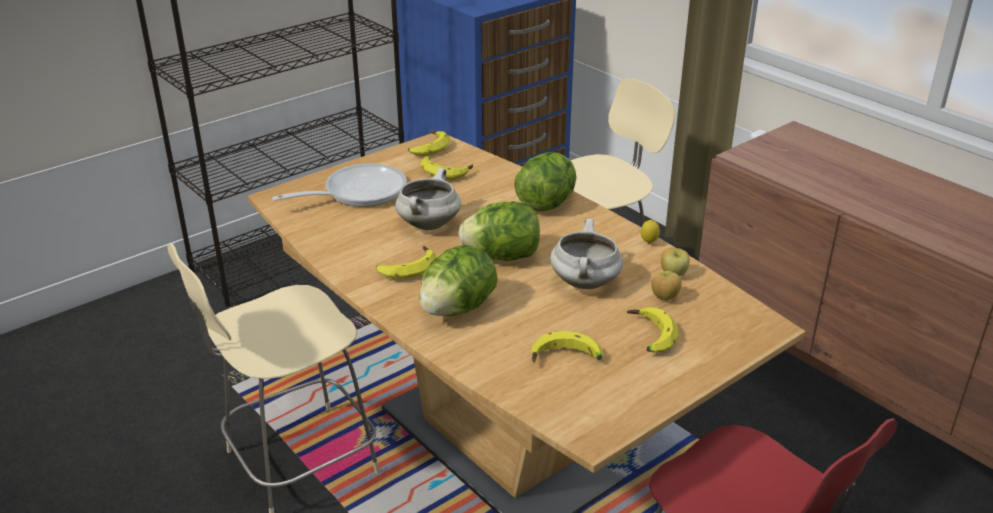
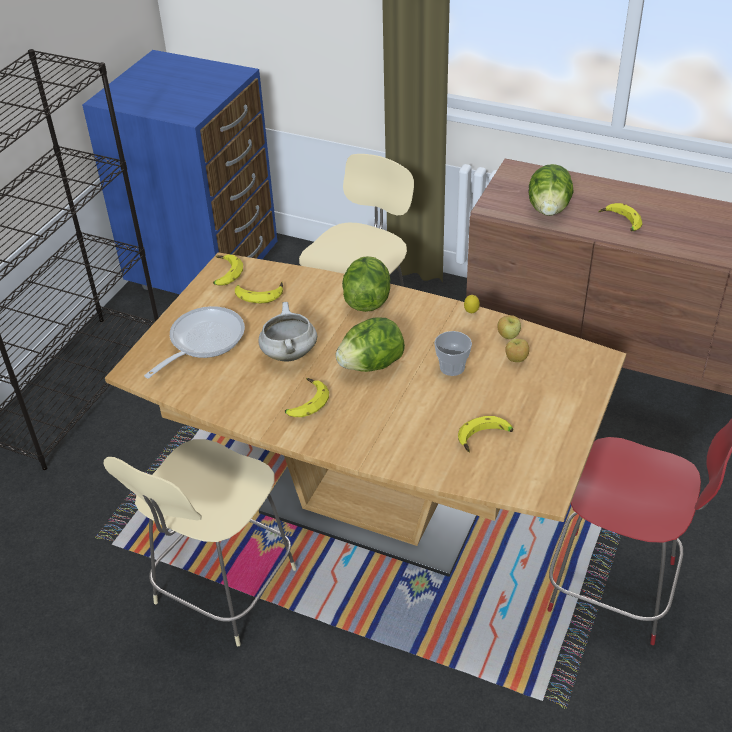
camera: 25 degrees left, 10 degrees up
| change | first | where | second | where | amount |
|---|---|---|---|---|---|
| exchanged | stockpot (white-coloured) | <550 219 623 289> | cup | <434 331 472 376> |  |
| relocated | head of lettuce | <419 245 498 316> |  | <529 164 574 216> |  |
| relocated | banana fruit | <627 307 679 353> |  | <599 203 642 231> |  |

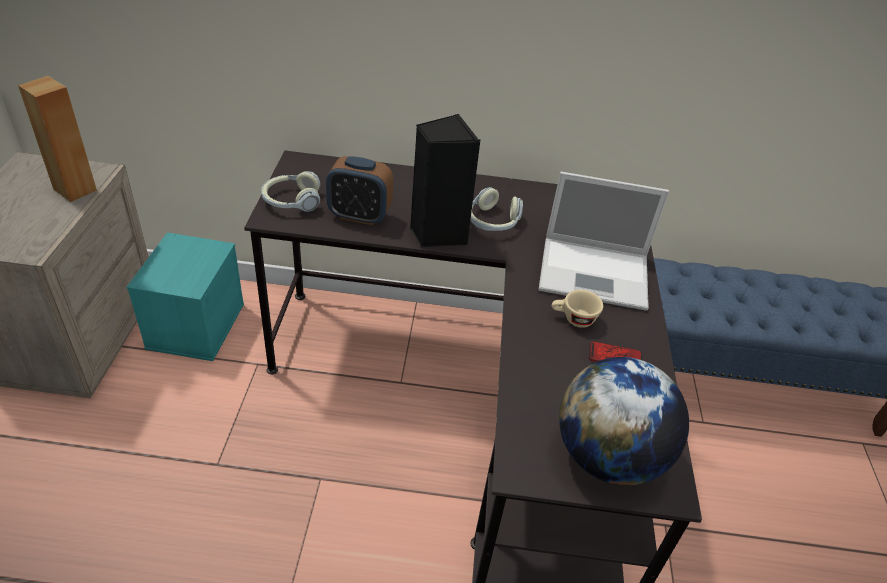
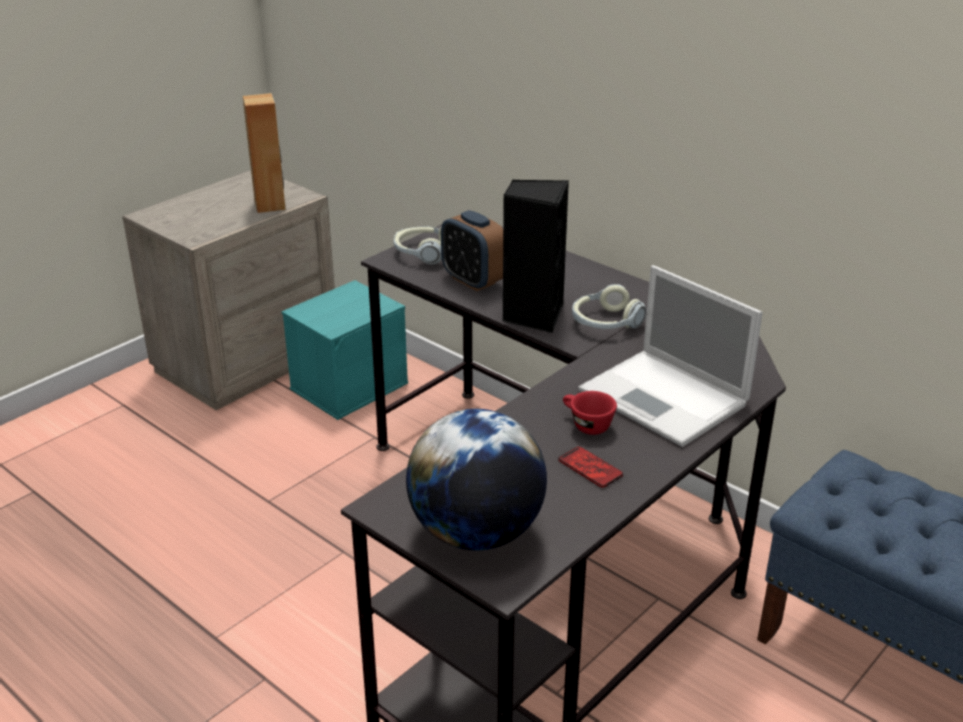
camera: 40 degrees right, 10 degrees down
| change | first | where | second | where | amount |
|---|---|---|---|---|---|
| colour | cup (beige) | <552 290 603 328> | cup (reddish) | <563 391 617 435> |  |

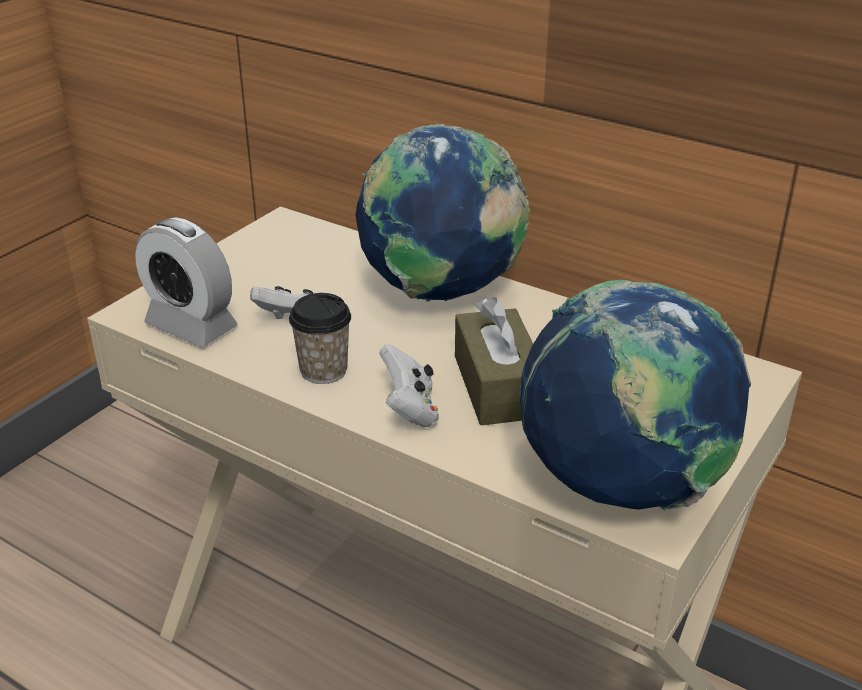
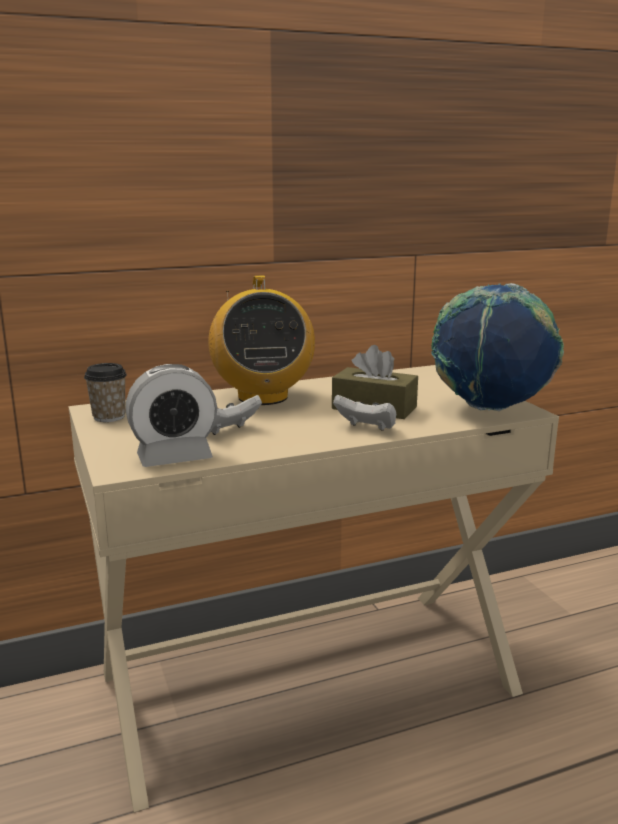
camera: 55 degrees left, 15 degrees down
| change | first | where | second | where | amount |
|---|---|---|---|---|---|
| exchanged | desk globe | <355 124 530 302> | radio | <208 276 315 405> |  |
| relocated | cup | <289 293 351 384> |  | <84 363 127 422> |  |

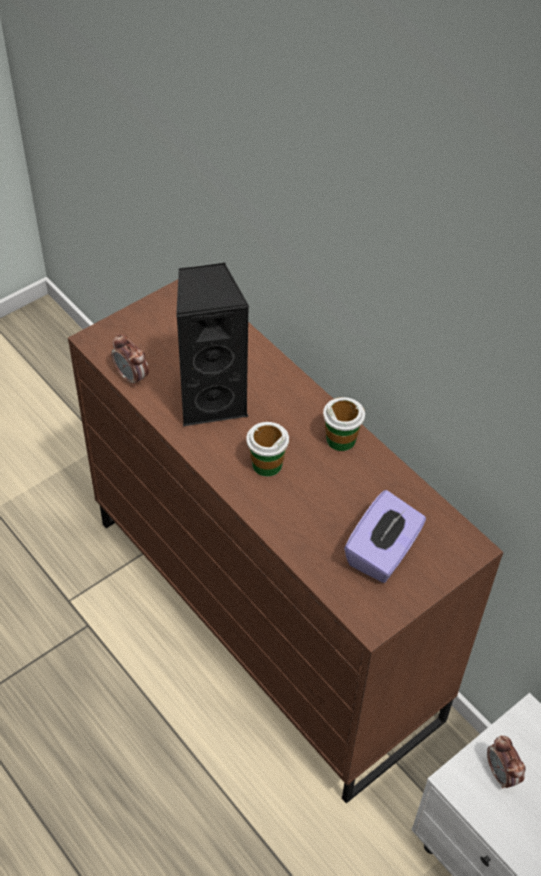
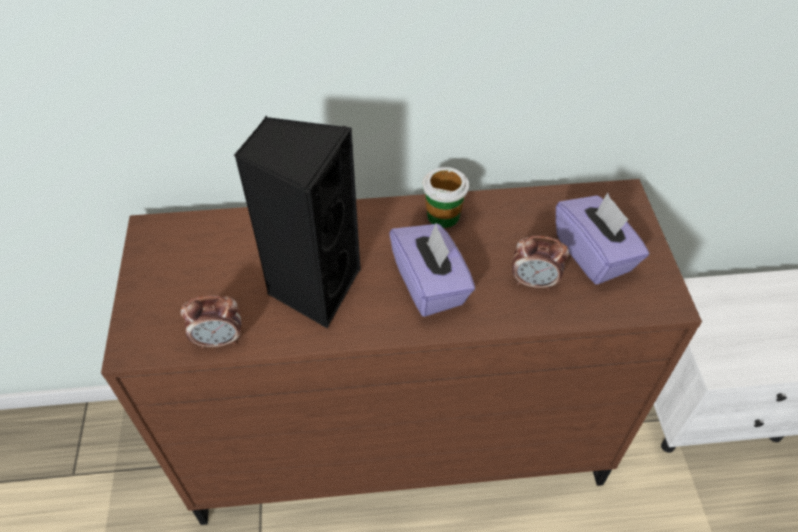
camera: 55 degrees left, 0 degrees up
| change | first | where | second | where | amount |
|---|---|---|---|---|---|
| exchanged | cup | <246 422 289 477> | box of tissues (purplish) | <389 223 475 317> |  |
| relocated | bedside clock | <487 736 525 788> |  | <512 236 569 290> |  |

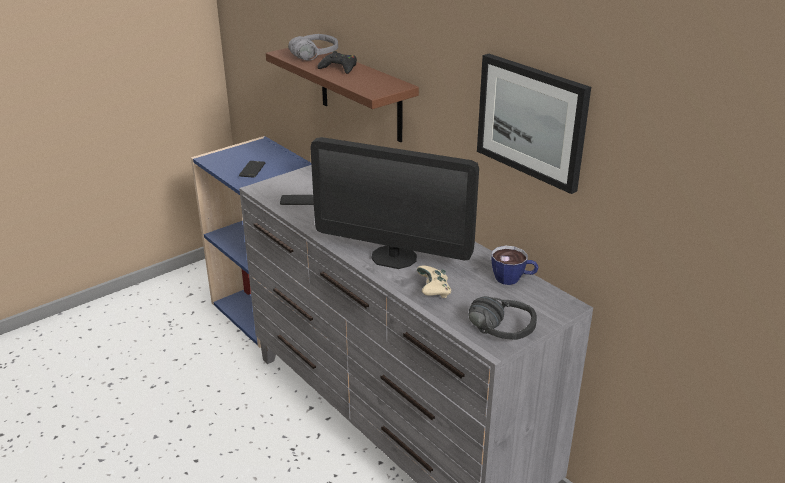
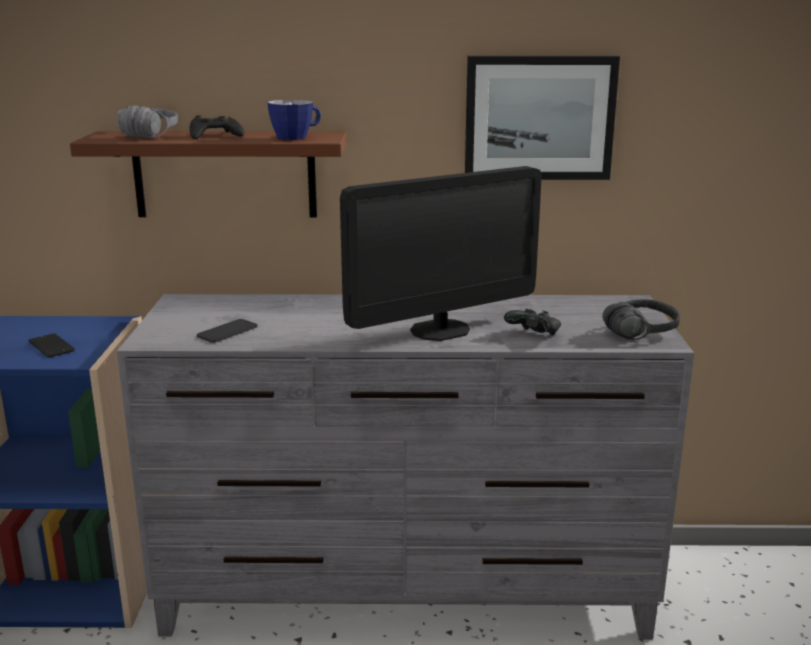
camera: 50 degrees left, 10 degrees down
| change | first | where | second | where | amount |
|---|---|---|---|---|---|
| relocated | cup | <492 246 539 285> |  | <267 100 321 140> |  |
| colour | gamepad (beige) | <417 266 451 298> | gamepad (black) | <504 308 561 335> |  |

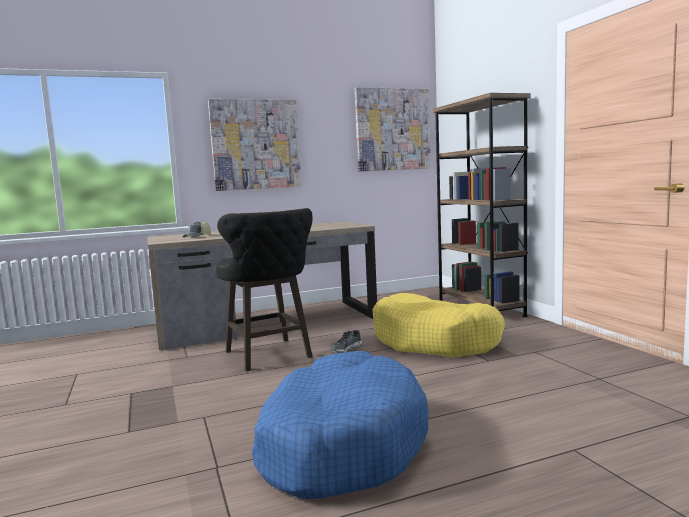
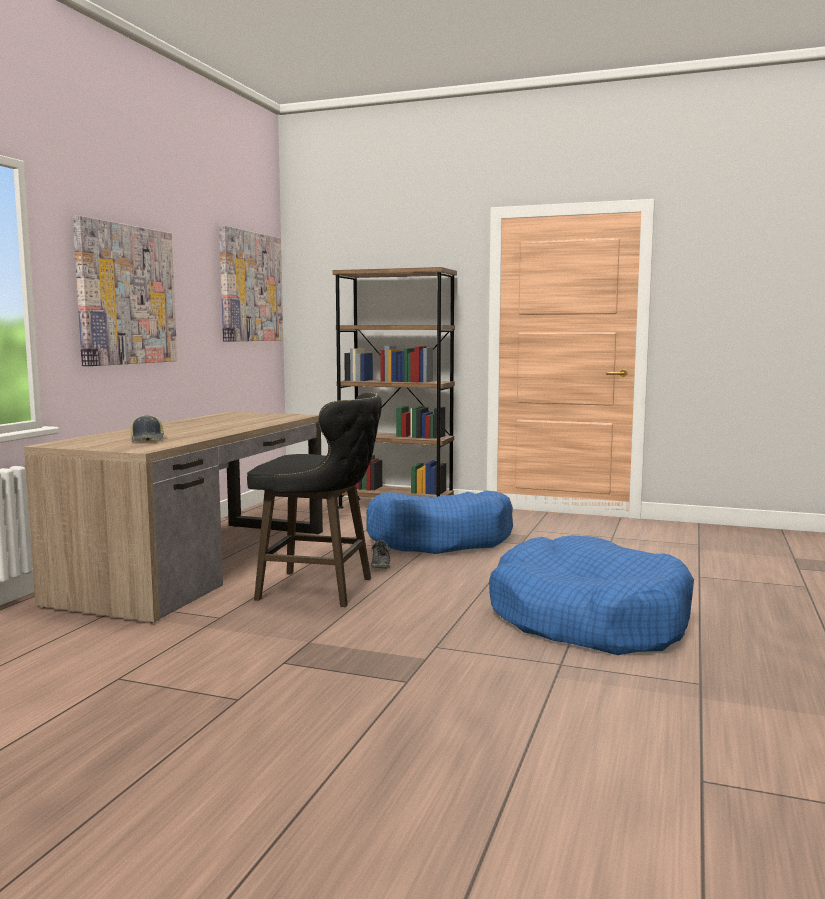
camera: 50 degrees left, 0 degrees up
| change | first | where | second | where | amount |
|---|---|---|---|---|---|
| colour | pet bed (yellow-coloured) | <372 293 505 358> | pet bed (blue-coloured) | <366 491 513 554> |  |

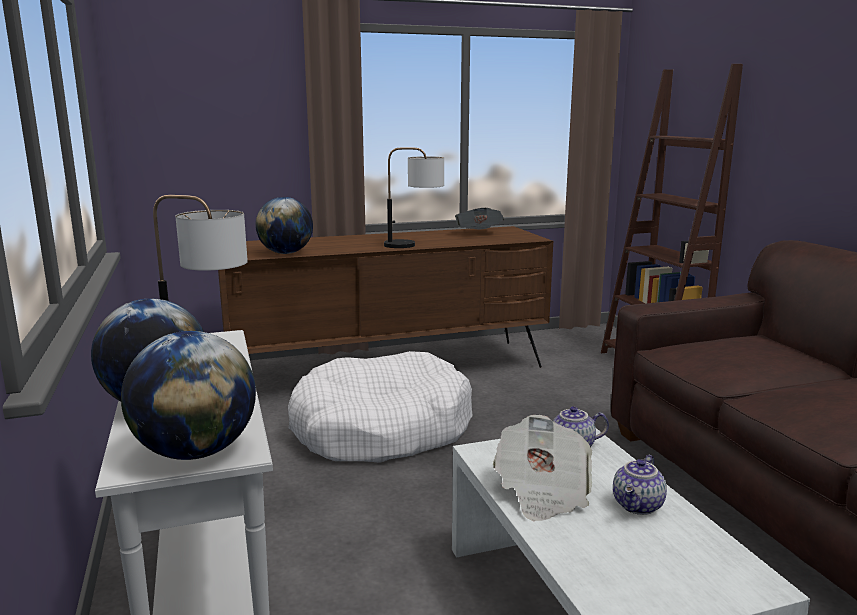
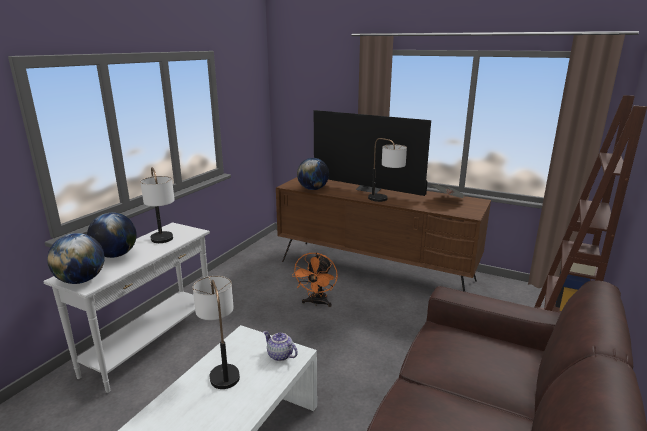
camera: 45 degrees right, 5 degrees up
| change | first | where | second | where | amount |
|---|---|---|---|---|---|
| exchanged | pet bed (white-coloured) | <288 351 473 463> | fan (orange) | <292 252 338 307> |  |
| exchanged | daily paper | <493 415 592 521> | tabletop lamp | <193 276 240 389> |  |
| missing | teapot | <613 454 667 515> |  |  |  |
| appeared |  |  | television | <314 110 431 196> |  |

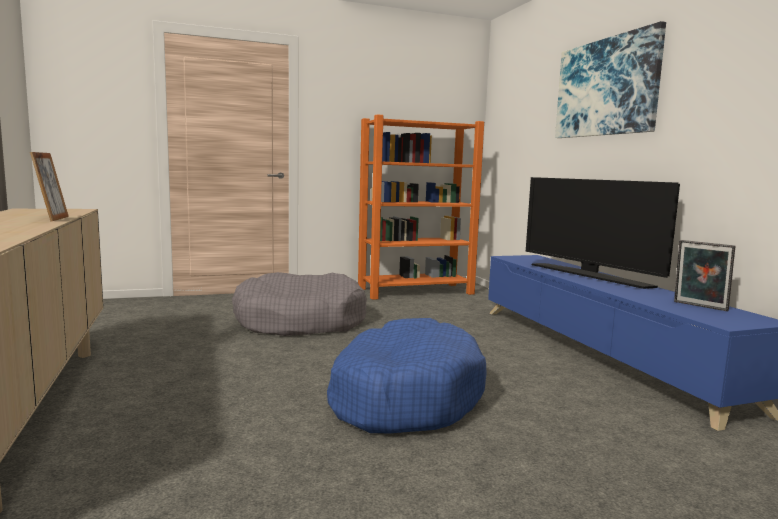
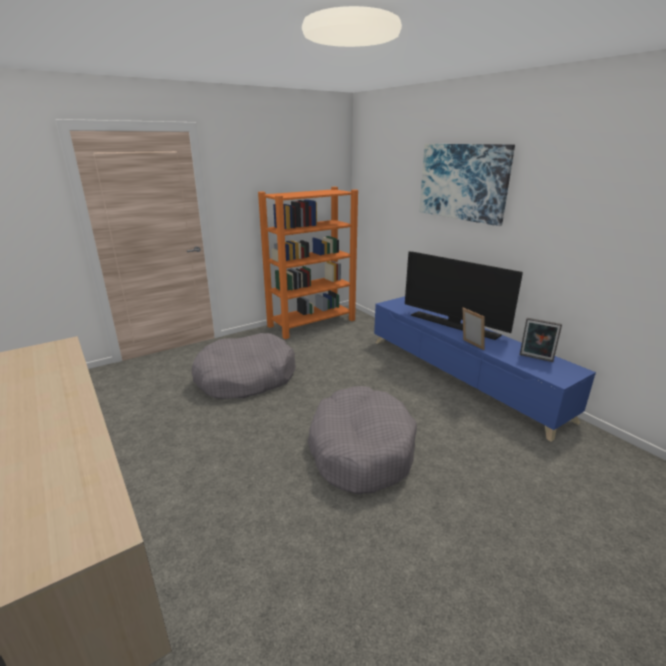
camera: 15 degrees left, 15 degrees up
| change | first | where | second | where | amount |
|---|---|---|---|---|---|
| relocated | photo frame | <30 152 69 222> |  | <462 308 485 350> |  |
| colour | pet bed (blue-coloured) | <327 318 486 433> | pet bed (grey) | <308 386 417 494> |  |

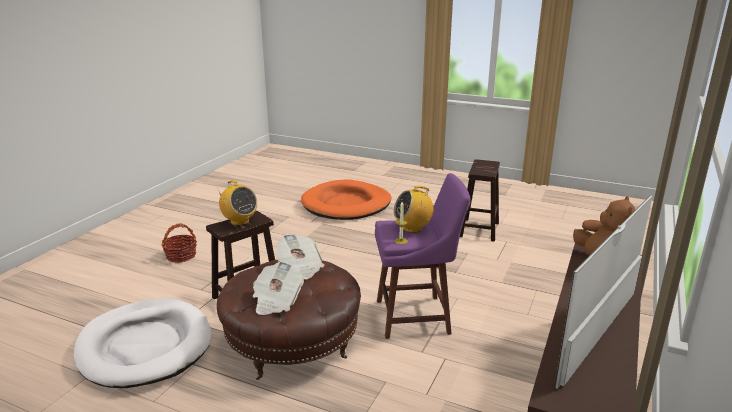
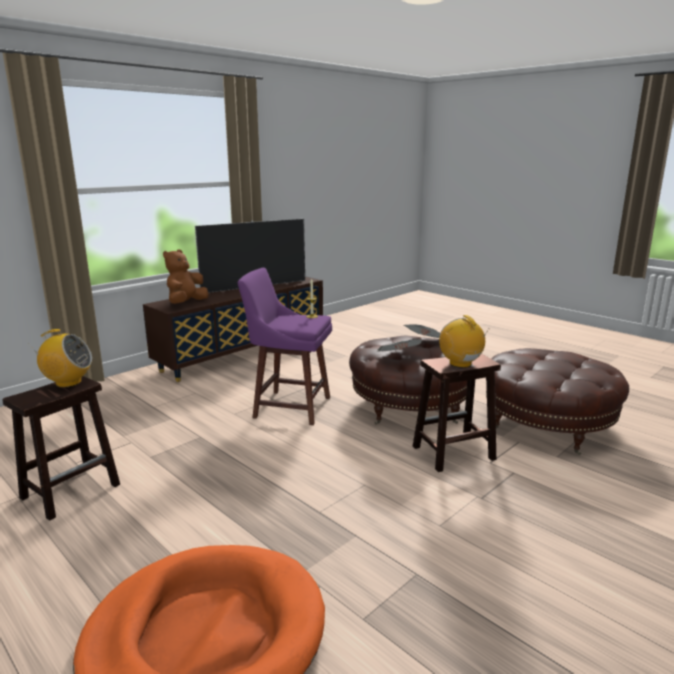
camera: 160 degrees left, 5 degrees down
| change | first | where | second | where | amount |
|---|---|---|---|---|---|
| relocated | radio | <394 186 434 233> |  | <32 329 92 388> |  |
| missing | storage basket | <162 223 197 263> |  |  |  |
| exchanged | pet bed (white-coloured) | <74 298 212 388> | footrest (brown-coloured) | <486 348 629 455> |  |

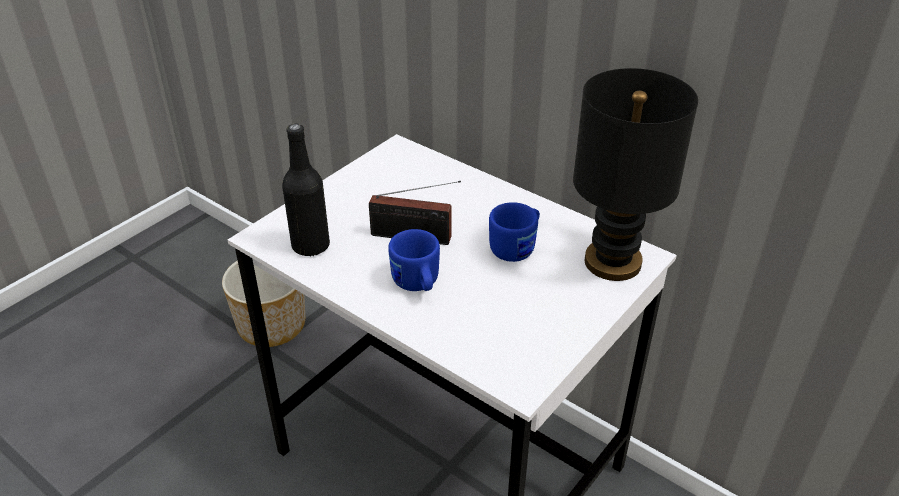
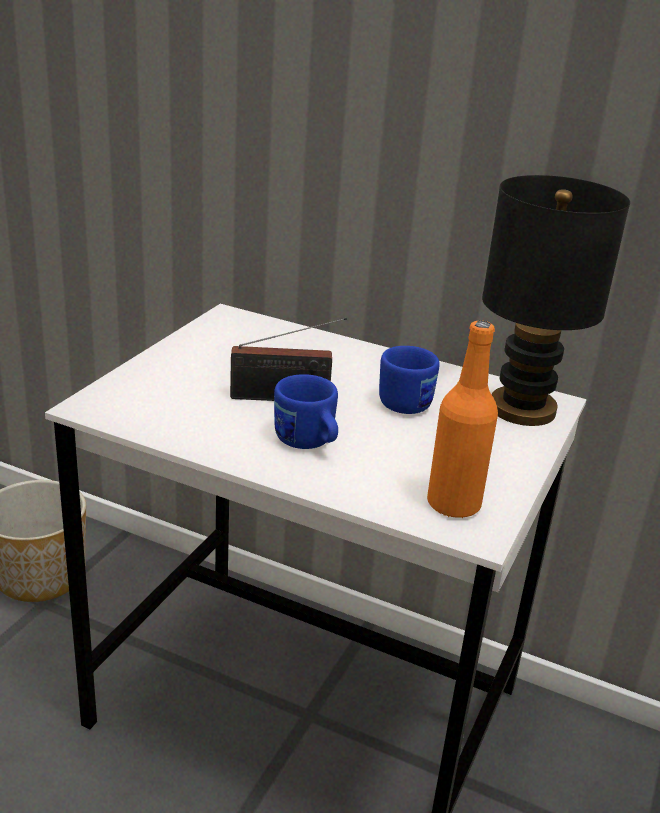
camera: 15 degrees left, 10 degrees down
| change | first | where | second | where | amount |
|---|---|---|---|---|---|
| missing | drink bottle (black) | <282 124 330 256> |  |  |  |
| appeared |  |  | drink bottle (orange) | <427 321 498 518> |  |

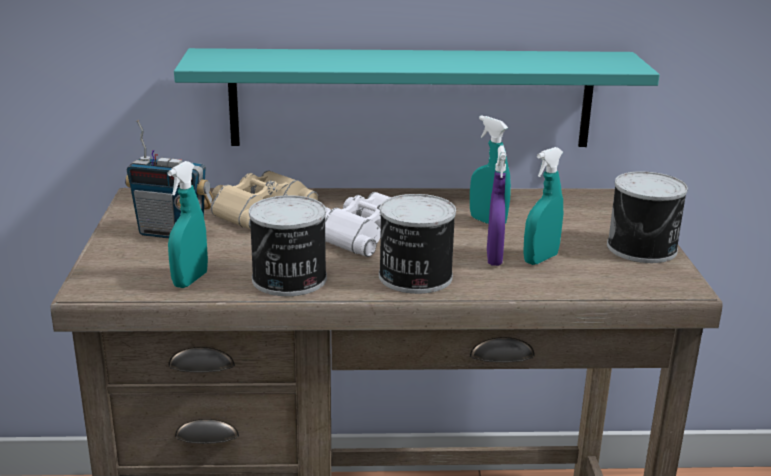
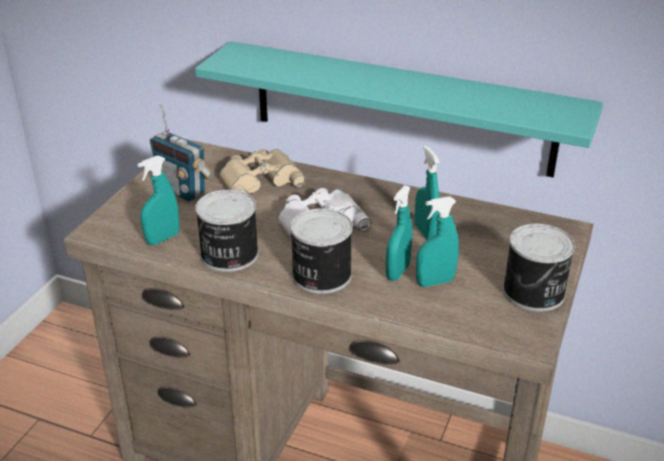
camera: 25 degrees right, 10 degrees up
| change | first | where | second | where | amount |
|---|---|---|---|---|---|
| colour | sprayer (purplish) | <487 146 506 266> | sprayer (turquoise-coloured) | <386 185 413 281> |  |

